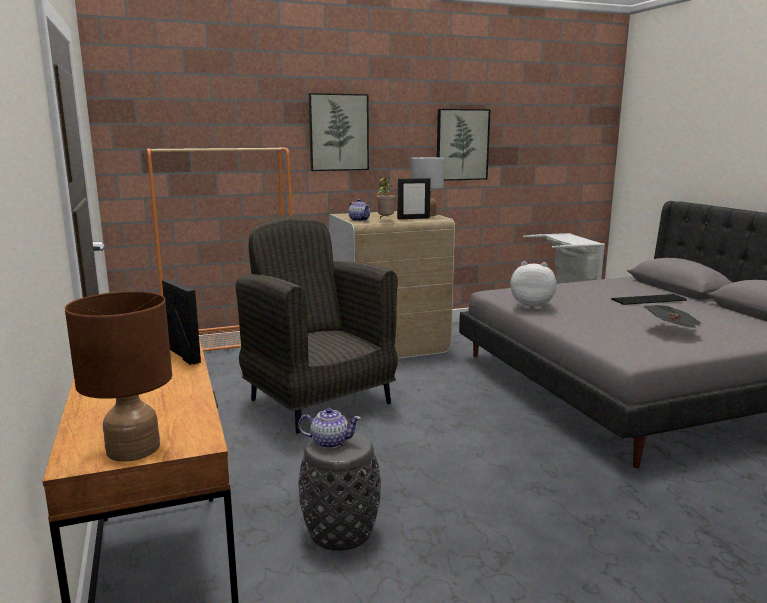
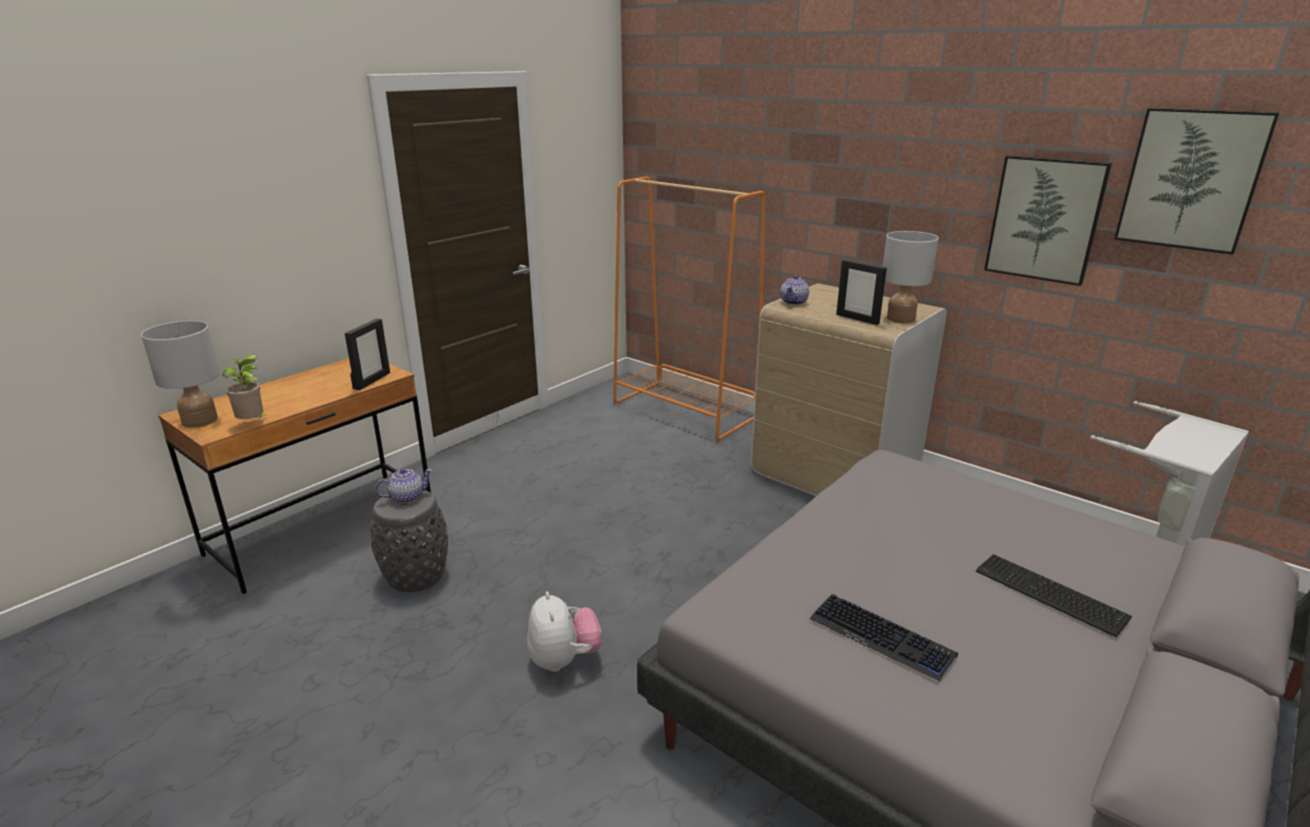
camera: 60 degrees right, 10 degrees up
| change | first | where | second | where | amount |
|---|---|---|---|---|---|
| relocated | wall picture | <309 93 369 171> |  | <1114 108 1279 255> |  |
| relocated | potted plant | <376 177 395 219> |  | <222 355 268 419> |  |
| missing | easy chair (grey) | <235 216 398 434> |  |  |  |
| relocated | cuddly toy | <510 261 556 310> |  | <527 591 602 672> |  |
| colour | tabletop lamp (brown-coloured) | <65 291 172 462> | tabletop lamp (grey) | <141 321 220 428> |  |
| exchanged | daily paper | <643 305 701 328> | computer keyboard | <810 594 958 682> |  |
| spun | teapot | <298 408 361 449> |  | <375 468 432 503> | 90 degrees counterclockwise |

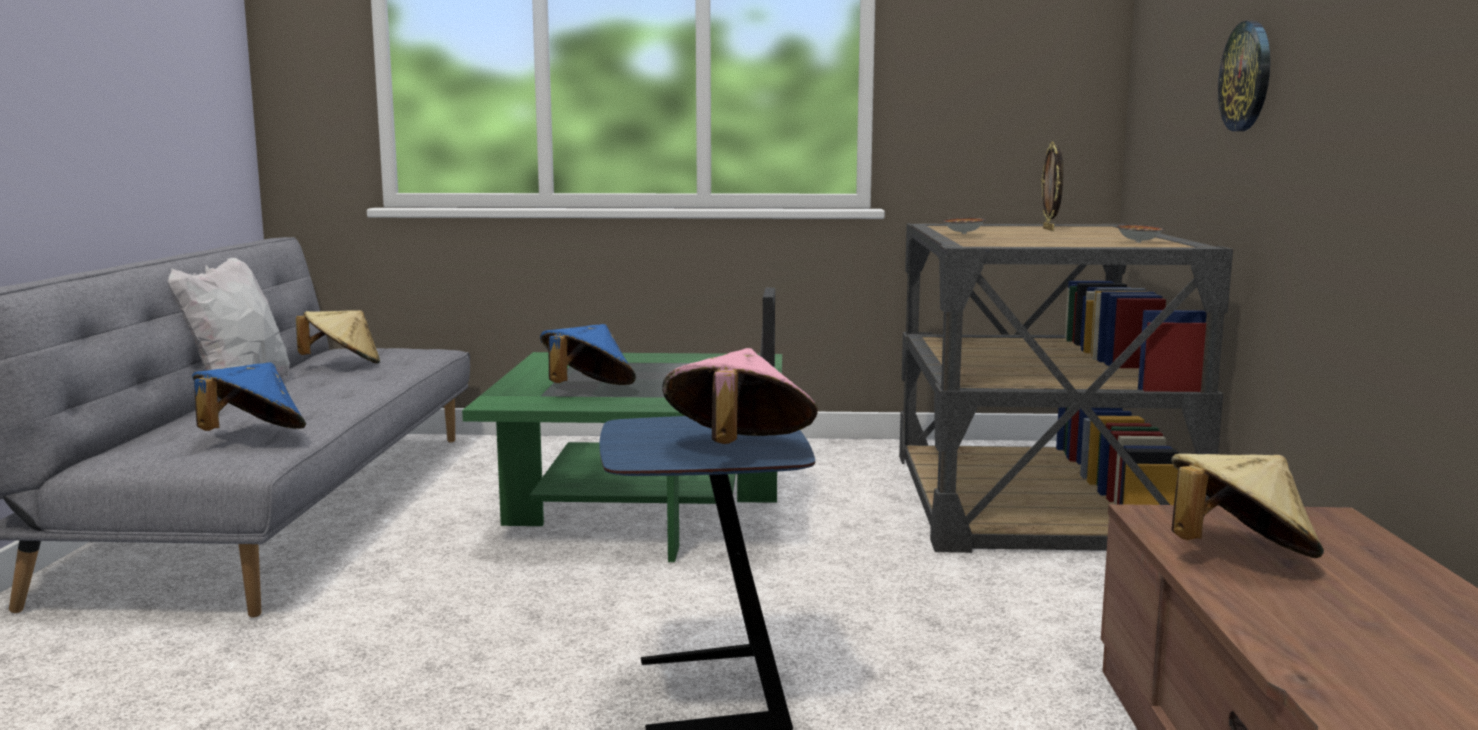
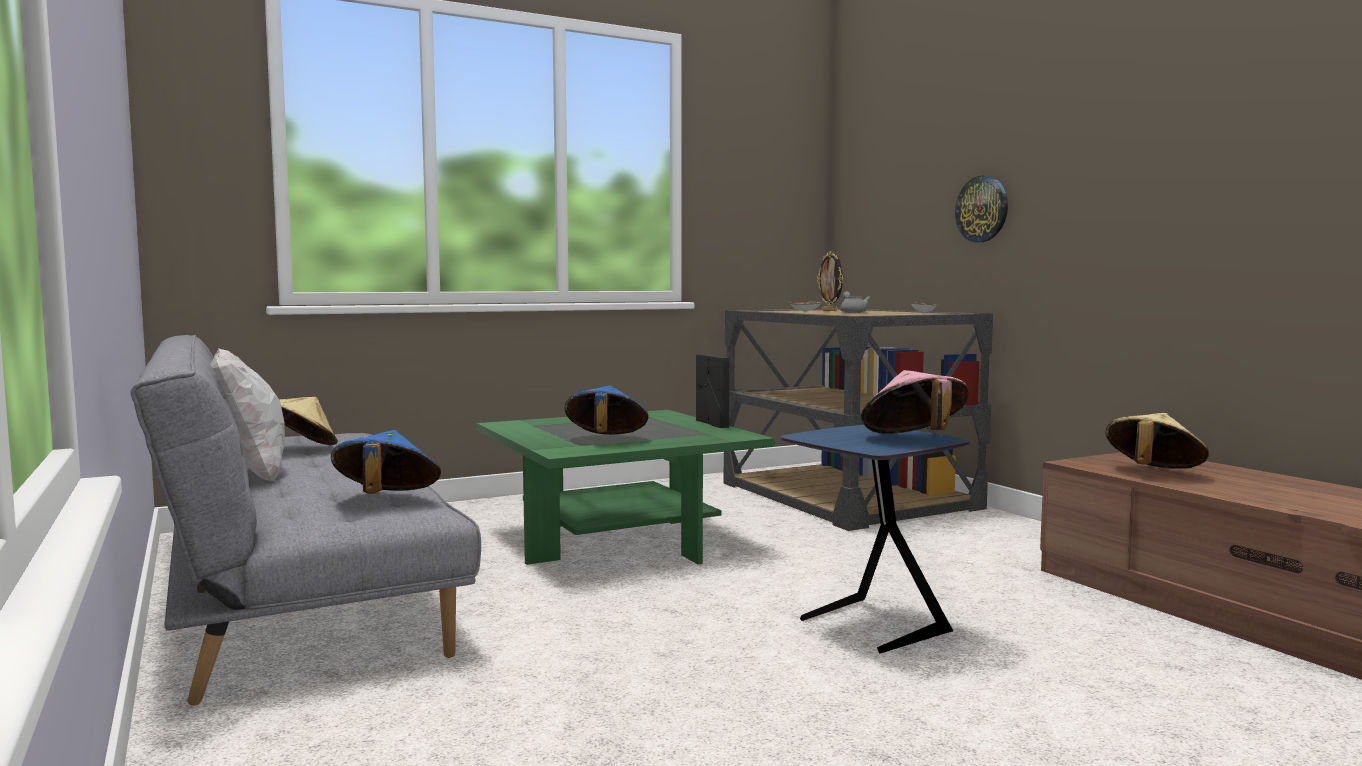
camera: 30 degrees left, 5 degrees down
| change | first | where | second | where | amount |
|---|---|---|---|---|---|
| appeared |  |  | teapot (grey) | <840 291 871 313> |  |

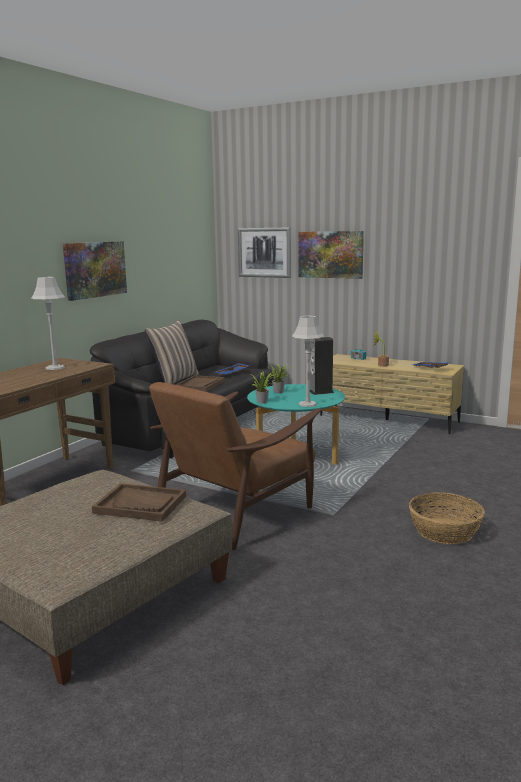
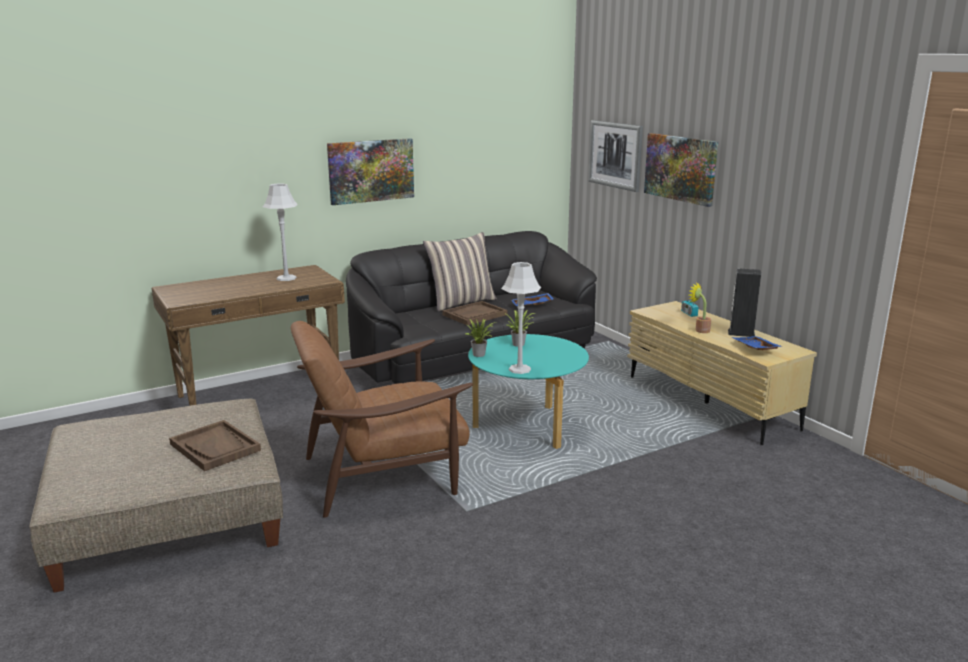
camera: 30 degrees right, 5 degrees up
| change | first | where | second | where | amount |
|---|---|---|---|---|---|
| relocated | loudspeaker | <310 337 334 395> |  | <728 268 761 337> |  |
| missing | storage basket | <409 492 485 544> |  |  |  |

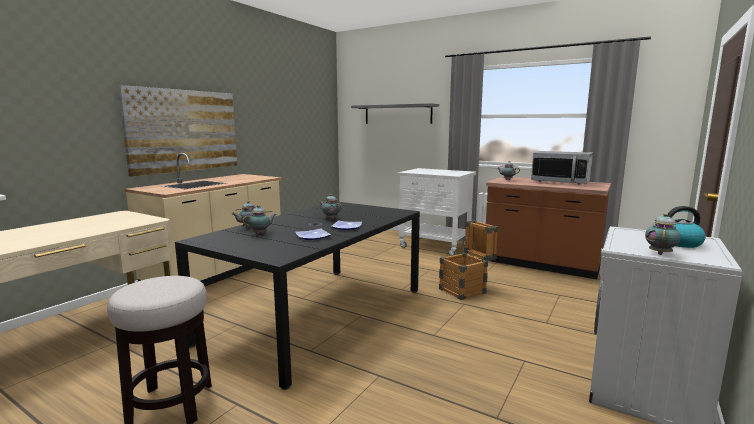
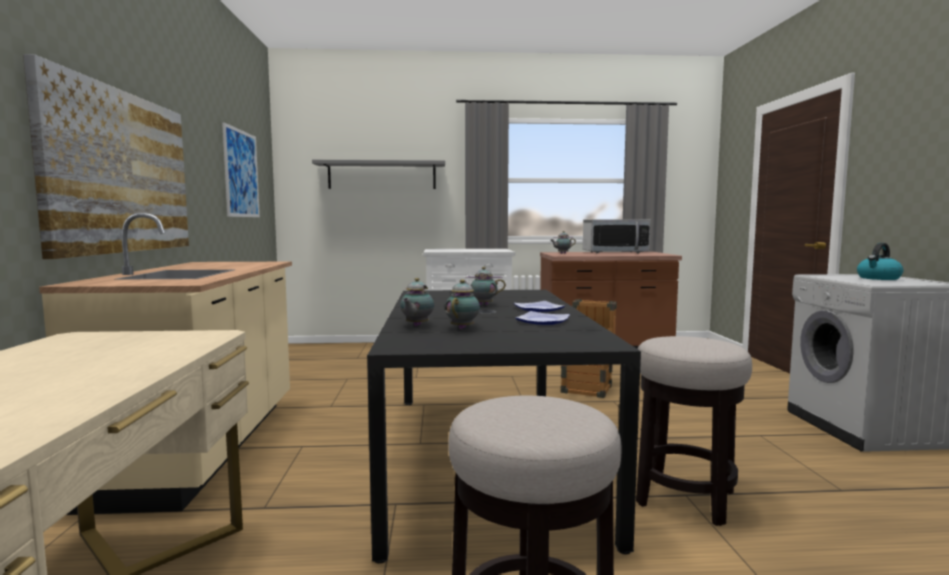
camera: 35 degrees left, 5 degrees down
| change | first | where | second | where | amount |
|---|---|---|---|---|---|
| missing | teapot | <645 213 681 255> |  |  |  |
| appeared |  |  | wall picture | <222 122 260 217> |  |
| appeared |  |  | stool | <636 336 752 526> |  |

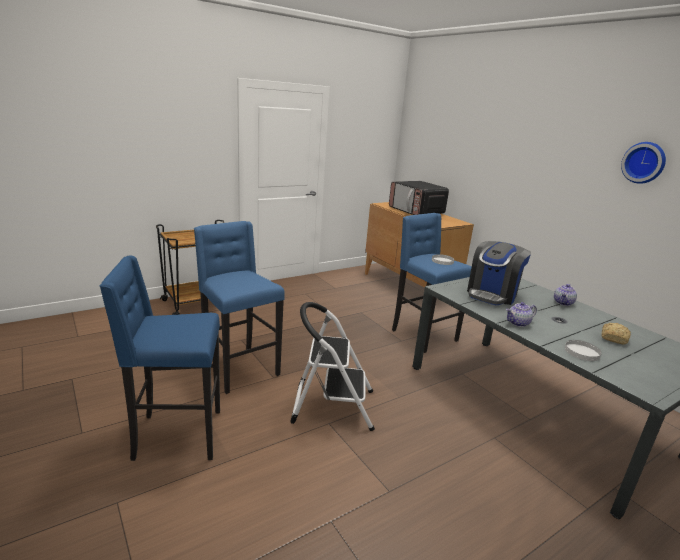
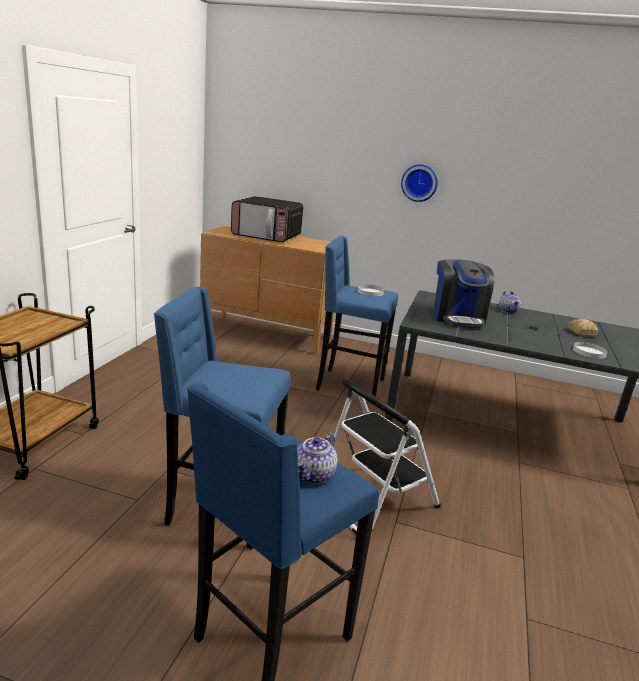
camera: 40 degrees left, 0 degrees up
| change | first | where | second | where | amount |
|---|---|---|---|---|---|
| relocated | hanging clock | <621 142 666 184> |  | <401 164 438 202> |  |
| relocated | teapot | <506 302 537 327> |  | <297 433 338 484> |  |

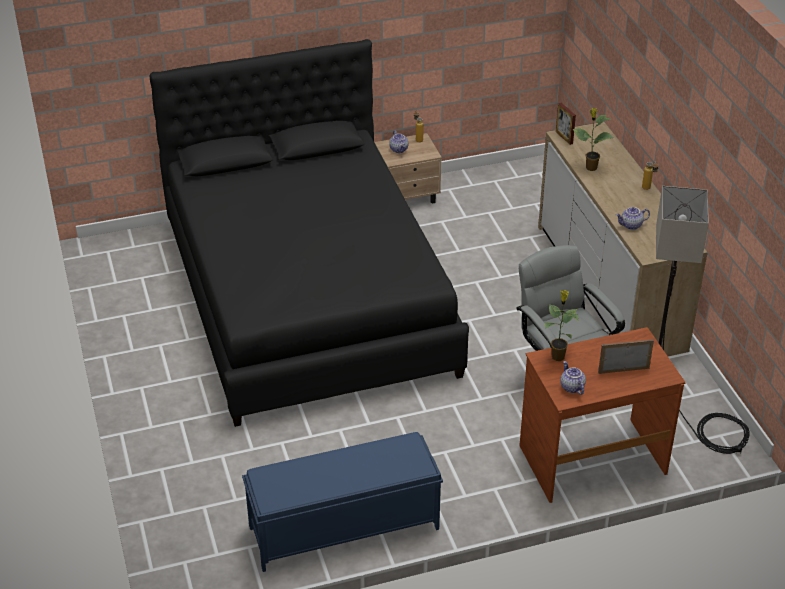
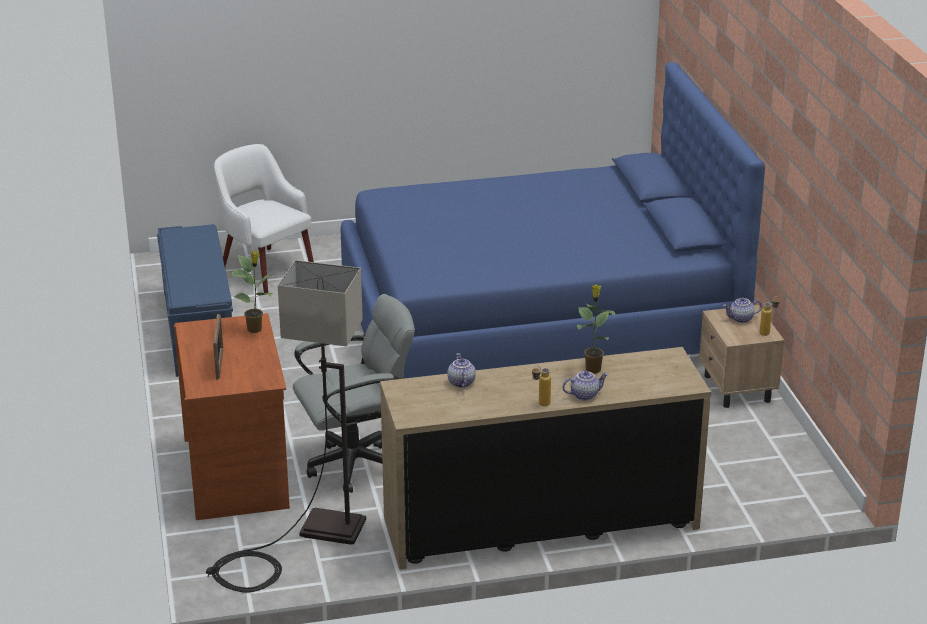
camera: 95 degrees right, 10 degrees down
| change | first | where | second | where | amount |
|---|---|---|---|---|---|
| colour | sleeping bed (black) | <150 39 469 427> | sleeping bed (blue-coloured) | <341 62 765 379> |  |
| missing | photo frame | <556 103 576 145> |  |  |  |
| relocated | teapot | <560 361 586 395> |  | <562 371 608 400> |  |
| appeared |  |  | easy chair (white-coloured) | <214 144 314 293> |  |

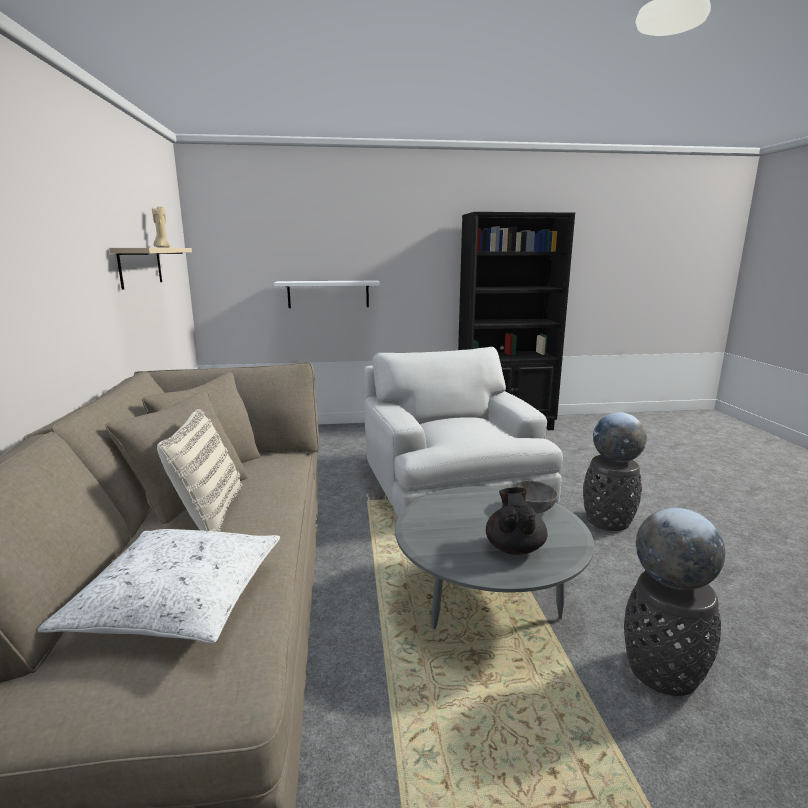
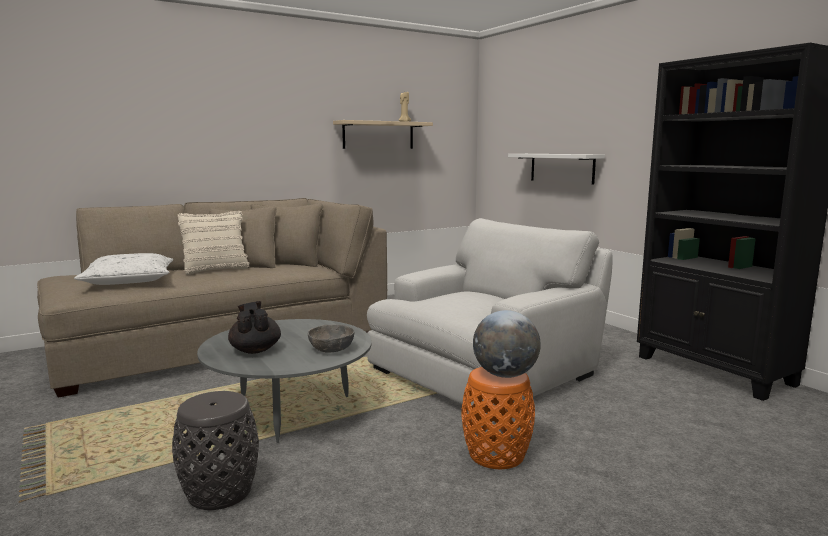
camera: 65 degrees right, 5 degrees down
| change | first | where | second | where | amount |
|---|---|---|---|---|---|
| colour | stool (grey) | <583 455 642 531> | stool (orange) | <461 367 535 469> |  |
| spun | teapot (black) | <486 487 548 555> |  | <228 301 281 354> | 90 degrees counterclockwise |
| missing | desk globe | <636 508 725 590> |  |  |  |

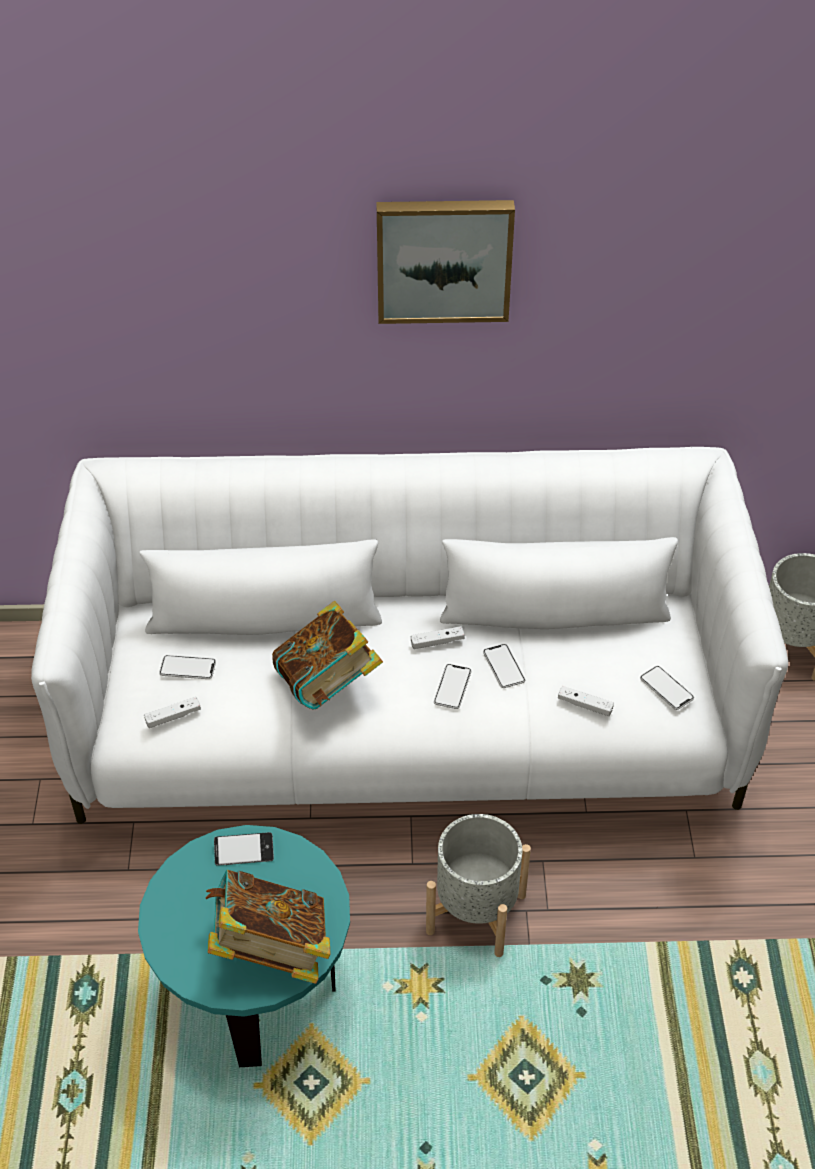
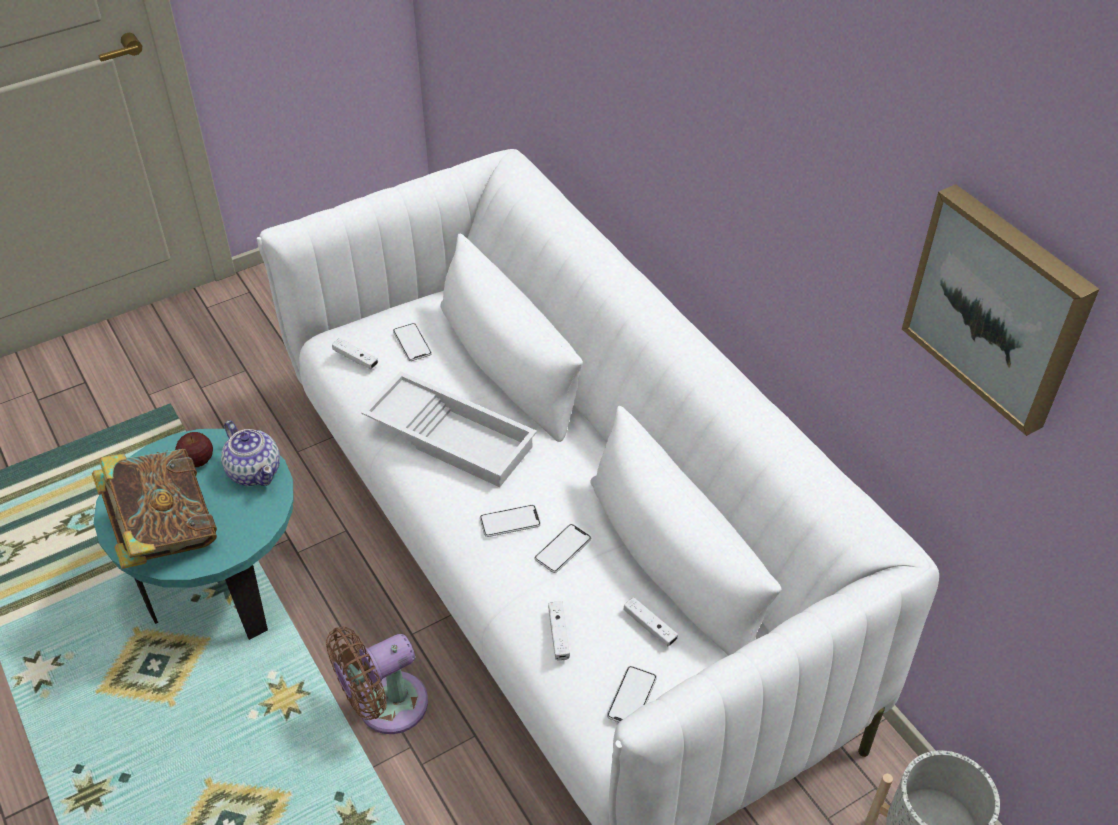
camera: 60 degrees right, 0 degrees up
| change | first | where | second | where | amount |
|---|---|---|---|---|---|
| relocated | wall picture | <376 200 515 324> |  | <902 184 1099 436> |  |
| exchanged | bound book | <272 601 383 710> | tray (white-coloured) | <361 371 537 487> |  |
| relocated | gamepad (white-coloured) | <411 626 465 649> |  | <624 597 678 647> |  |
| exchanged | flower pot (grey) | <426 814 531 957> | fan (brown-coloured) | <326 626 428 734> |  |
| exchanged | handset | <214 832 274 866> | teapot | <221 420 280 486> |  |
| appeared |  |  | apple fruit | <175 432 213 467> |  |

